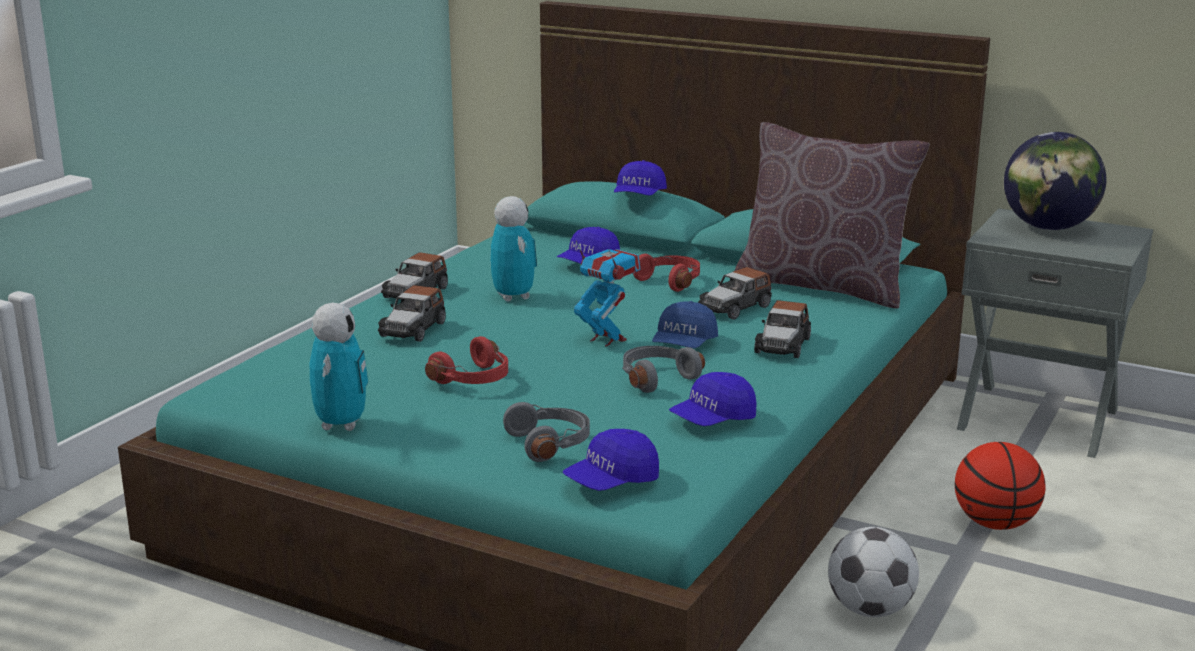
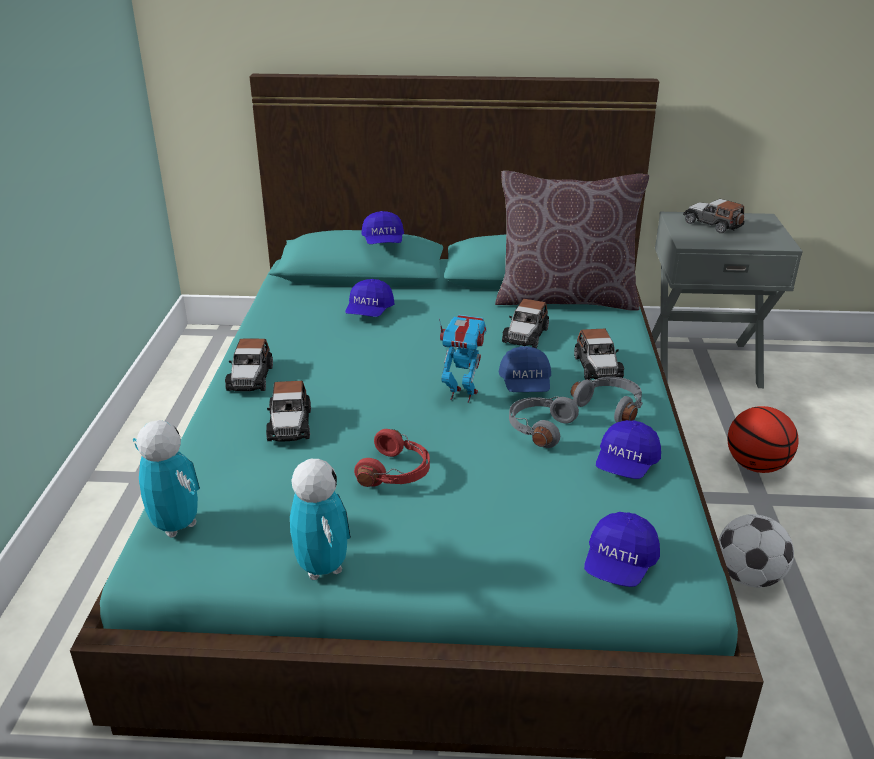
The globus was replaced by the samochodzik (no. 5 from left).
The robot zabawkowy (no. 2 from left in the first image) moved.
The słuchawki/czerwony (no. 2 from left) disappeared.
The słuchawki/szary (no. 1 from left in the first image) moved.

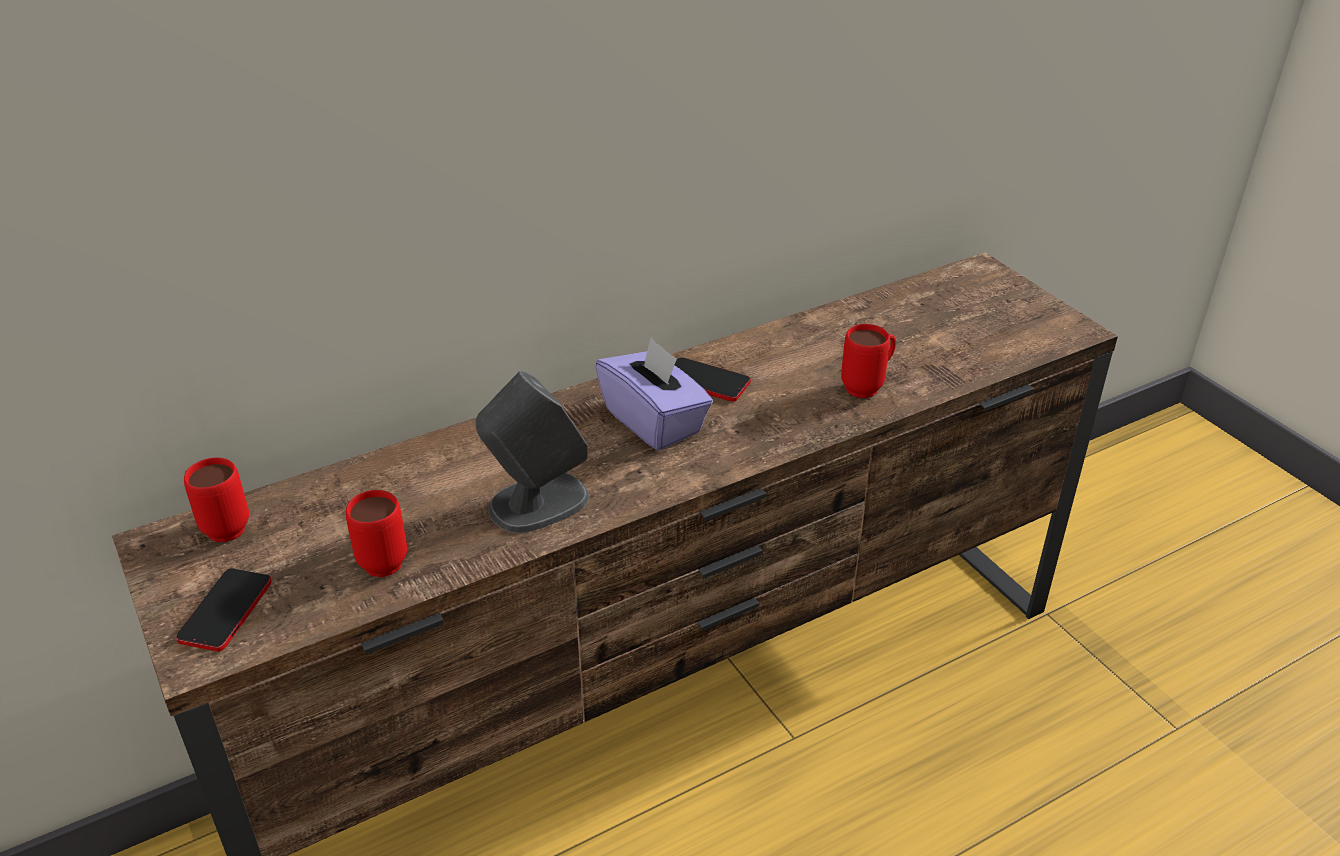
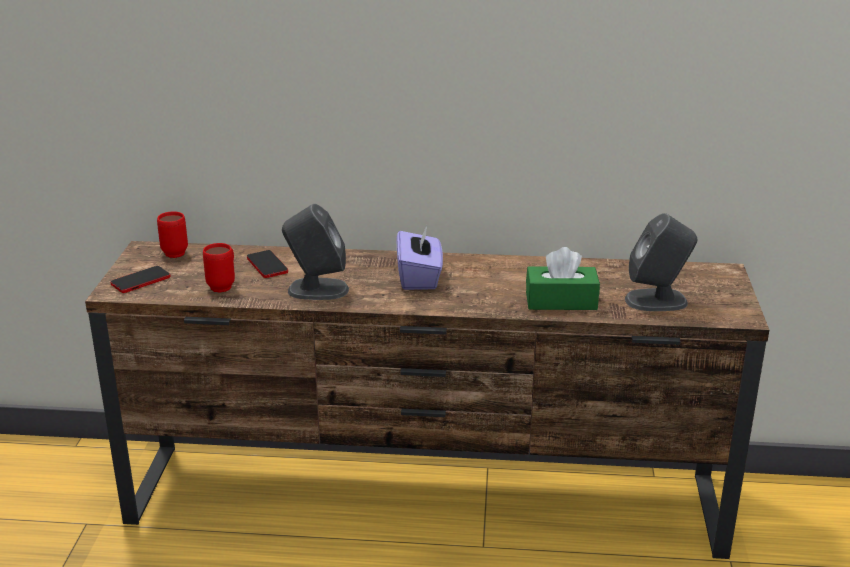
The kubek/czerwony (no. 3 from left) was replaced by the pudełko chusteczek/zielony.
The telefon (no. 2 from left) moved.
The głośnik/szary (no. 2 from left) appeared.

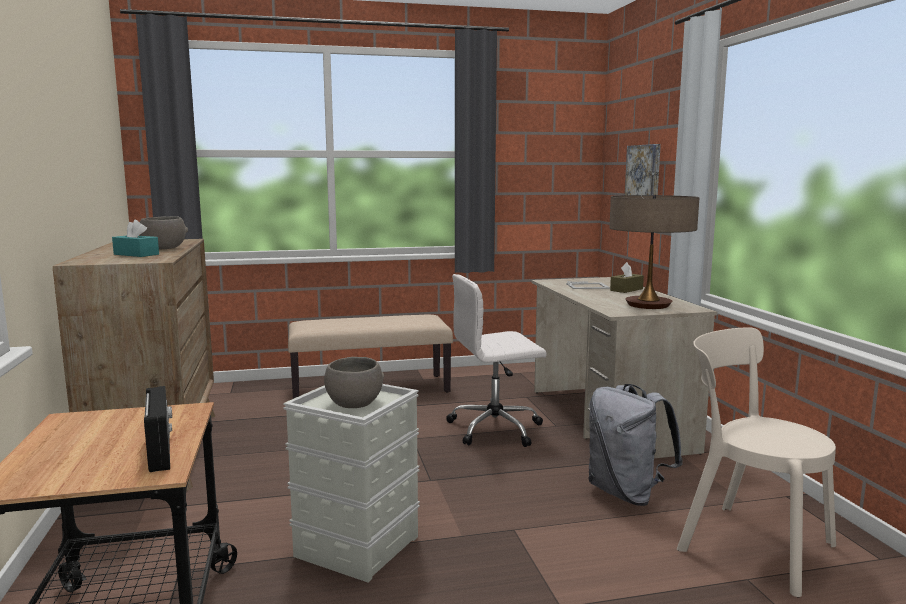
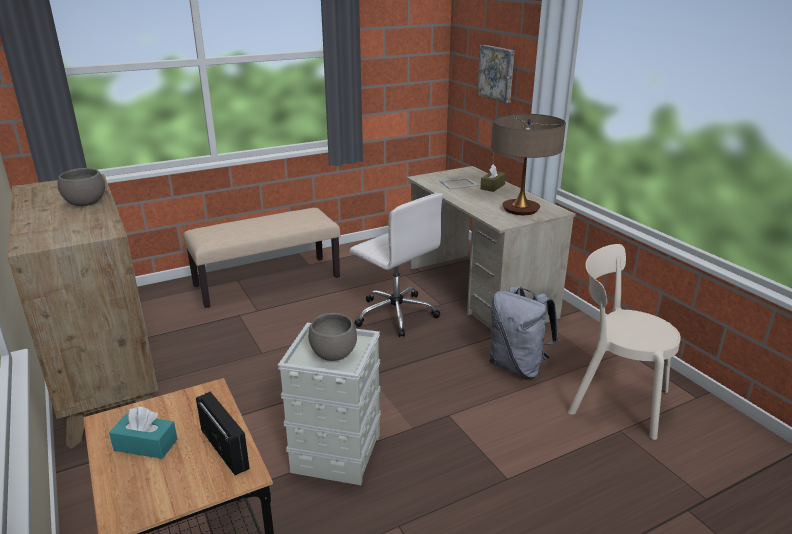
The pudełko chusteczek/turkusowy moved.
The krzesło biurowe/biały turned 105 degrees counterclockwise.

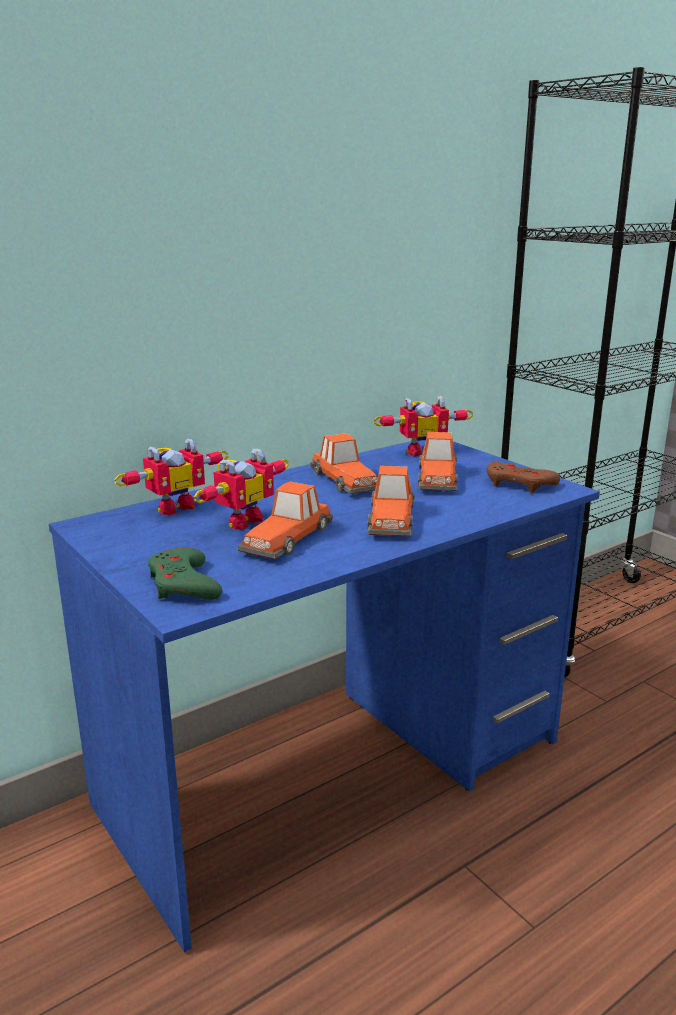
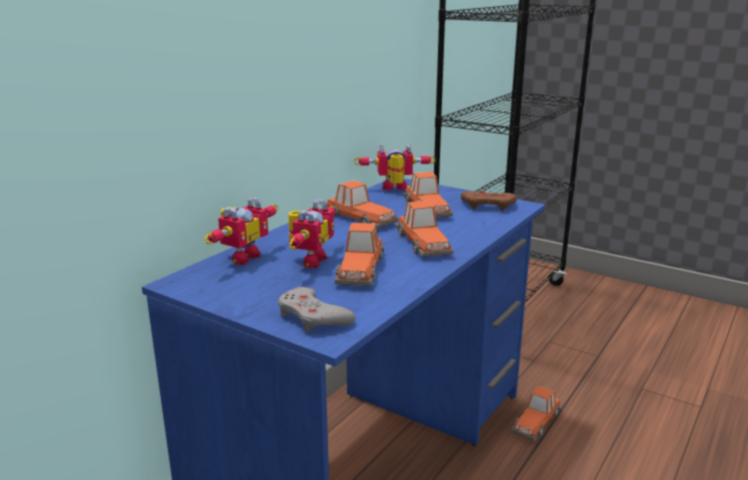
The robot zabawkowy (no. 3 from left) turned 150 degrees counterclockwise.
The pad do gier/zielony became the pad do gier/szary.
The samochodzik (no. 5 from left) appeared.

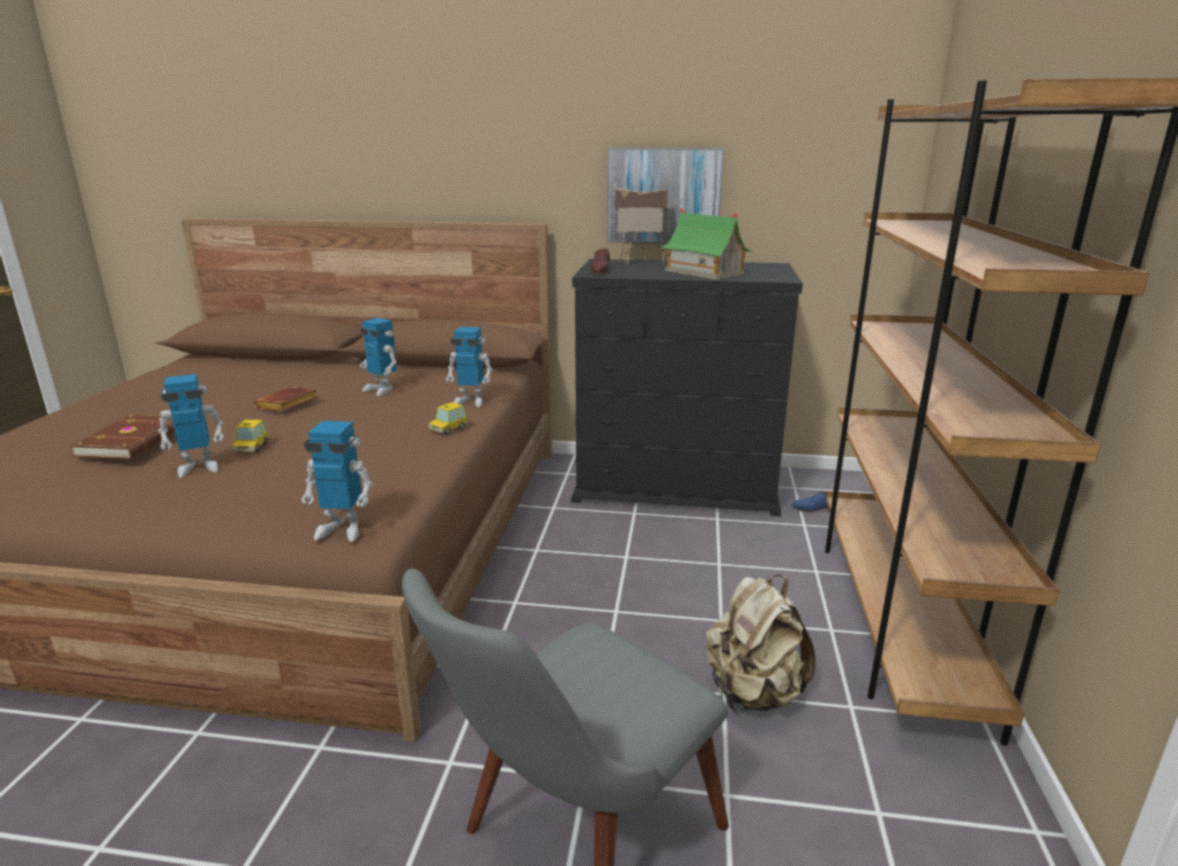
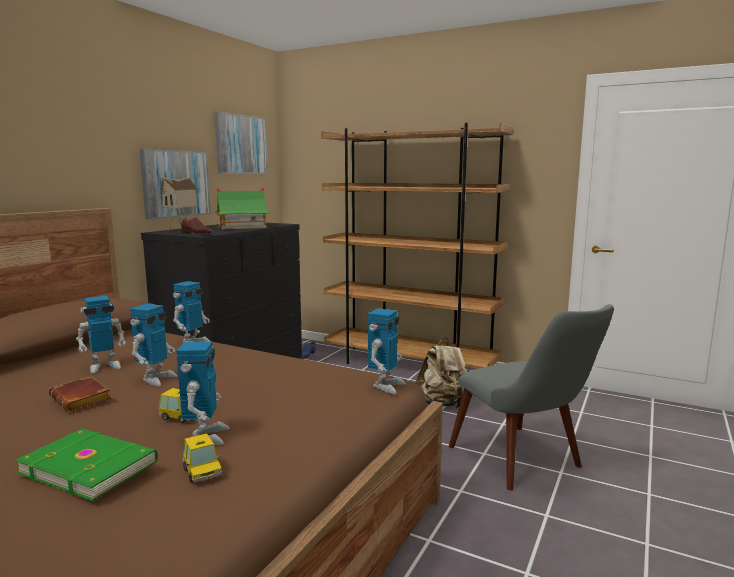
The samochodzik (no. 2 from left) moved.
The książka/brązowy (no. 1 from left) became the książka/zielony.
The obraz (no. 2 from left) appeared.
The robot zabawkowy (no. 2 from left) appeared.

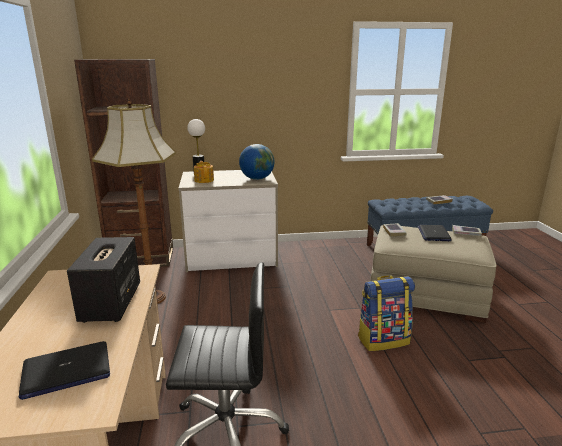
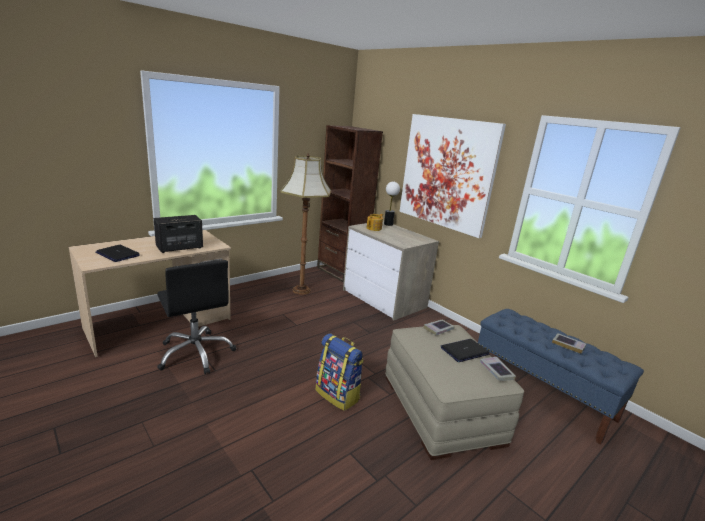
The globus disappeared.
The obraz appeared.

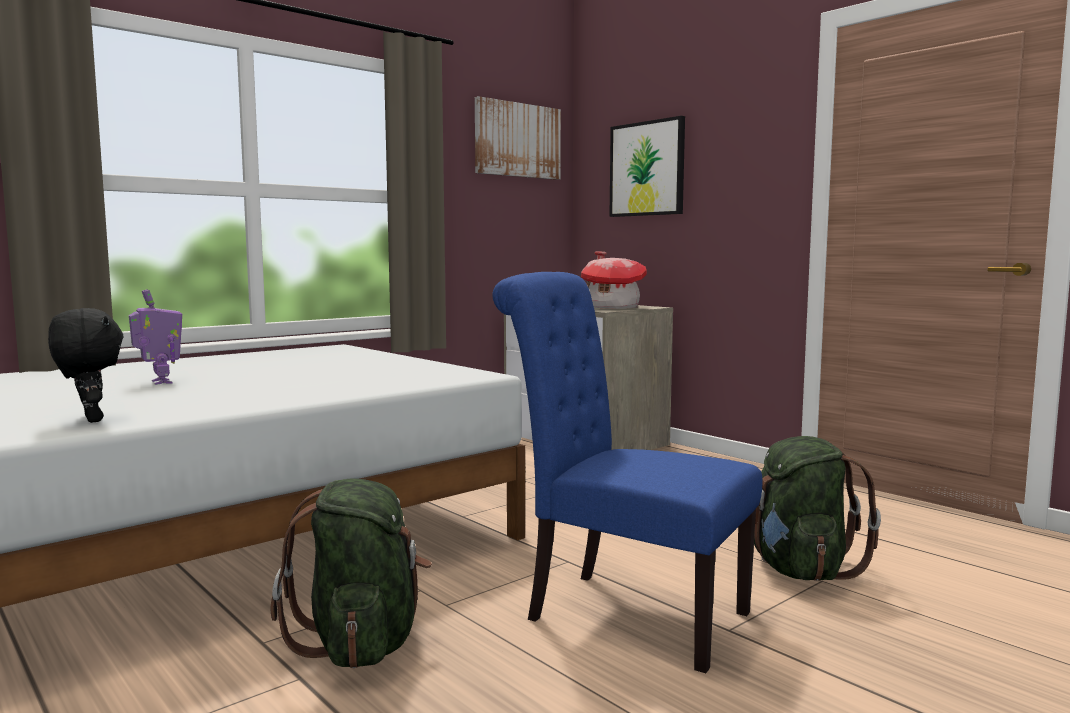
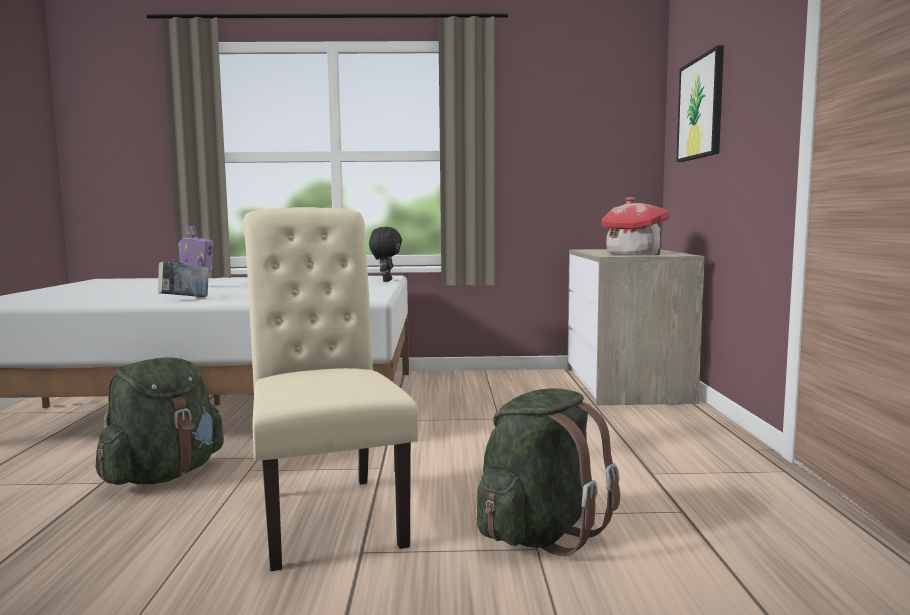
The obraz (no. 1 from left) disappeared.
The krzesło/niebieski became the krzesło/beżowy.
The pluszak/czarny moved.
The książka appeared.

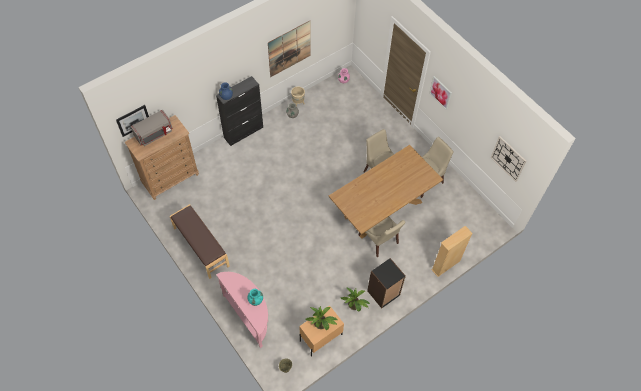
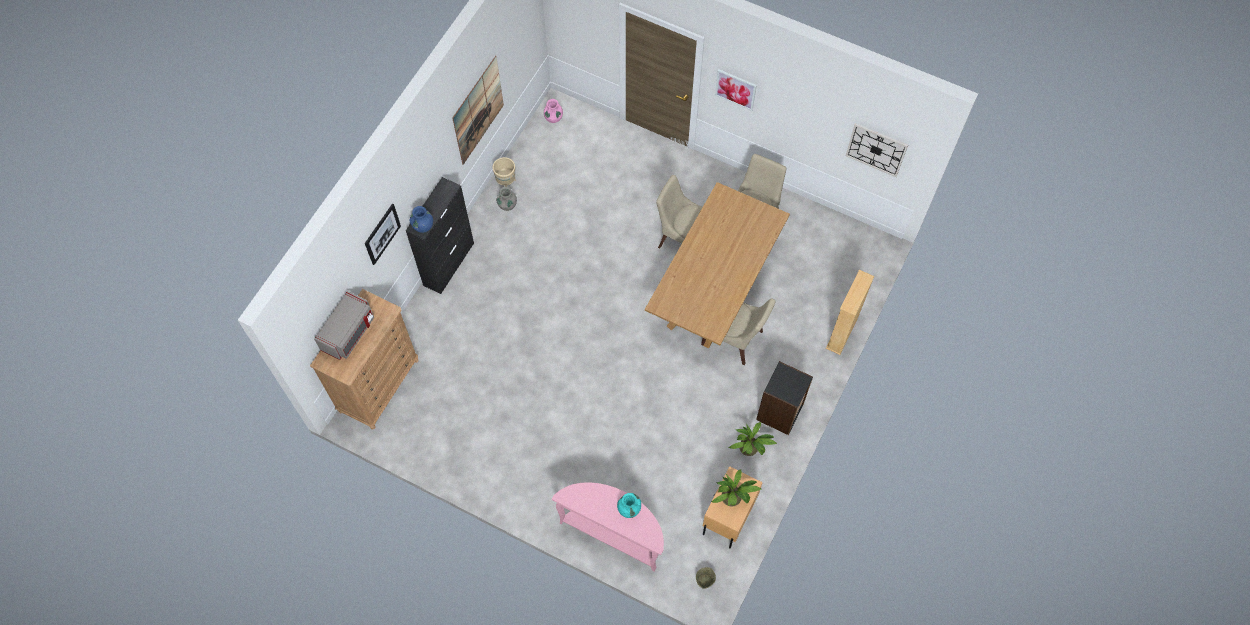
The obraz (no. 1 from left) moved.
The ławka/brązowy disappeared.

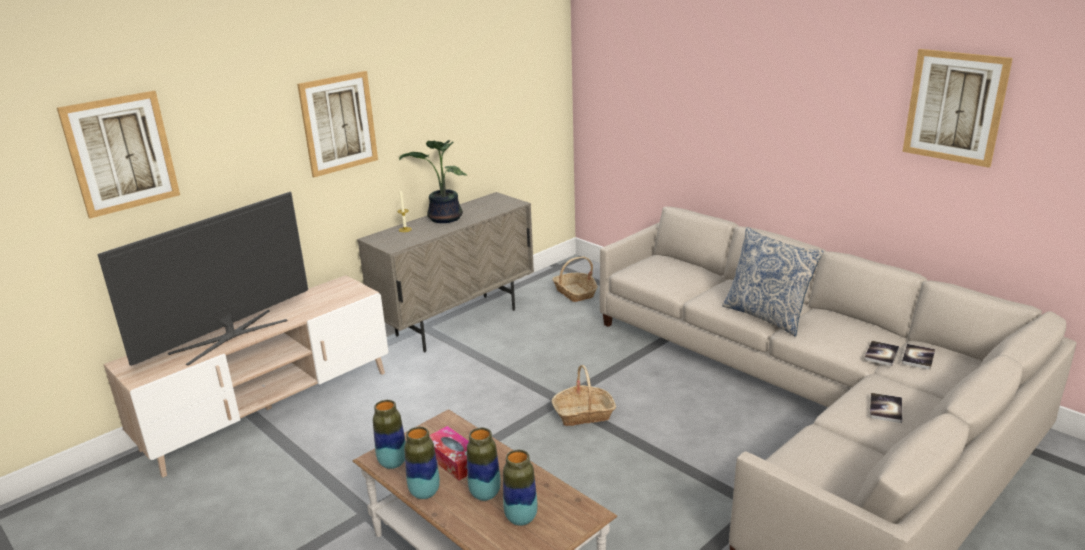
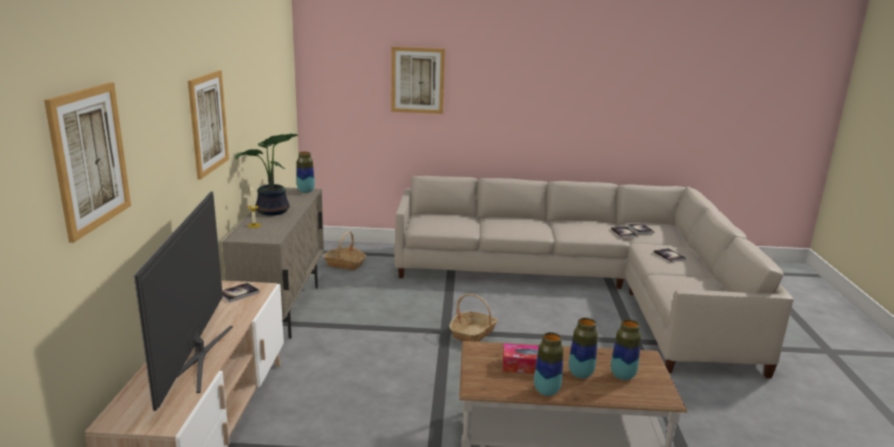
The obraz (no. 3 from left) moved.
The poduszka disappeared.
The wazon (no. 1 from left) moved.
The książka (no. 1 from left) appeared.

